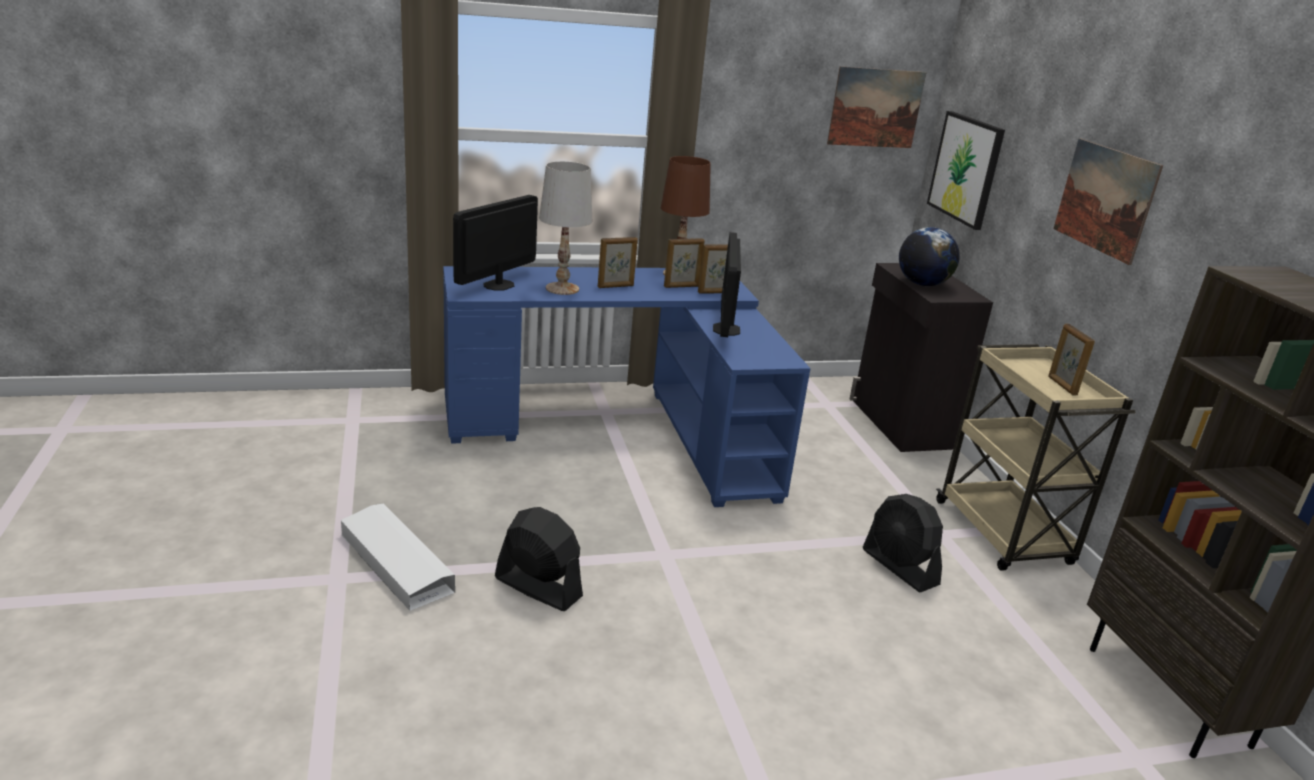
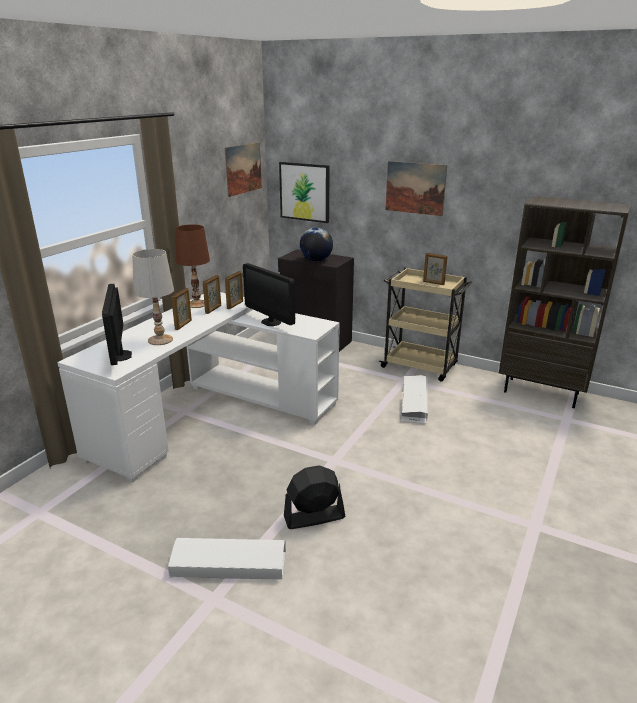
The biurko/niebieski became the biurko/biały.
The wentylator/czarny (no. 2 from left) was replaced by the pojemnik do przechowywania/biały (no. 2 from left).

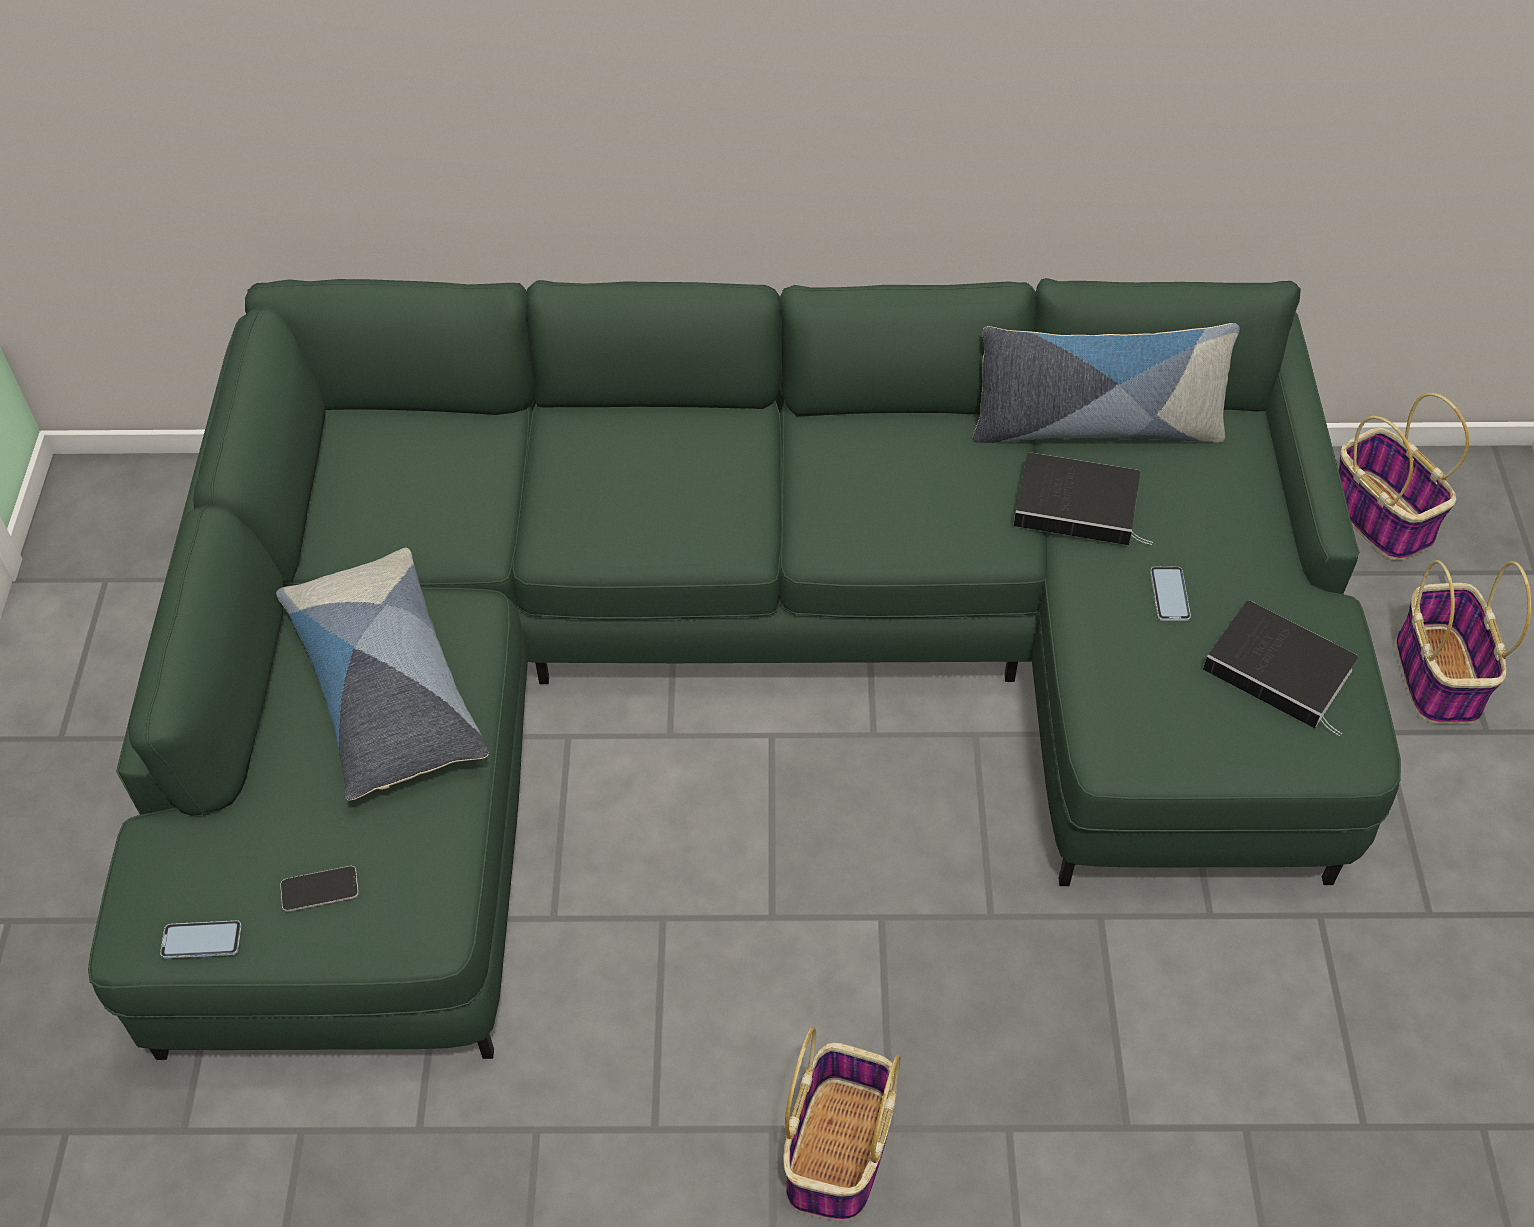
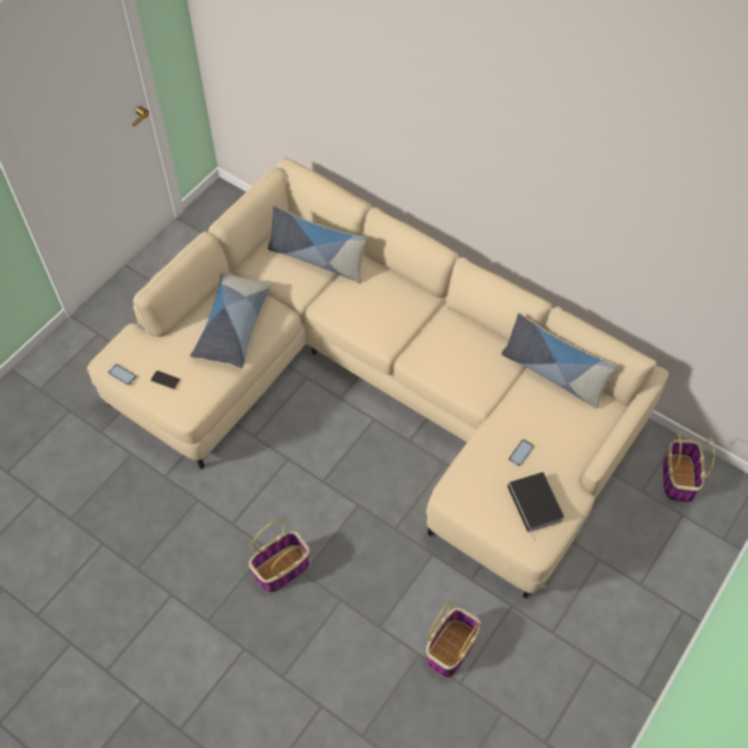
The kanapa/zielony became the kanapa/beżowy.
The książka (no. 1 from left) disappeared.
The koszyk (no. 3 from left in the first image) moved.
The poduszka (no. 2 from left) appeared.

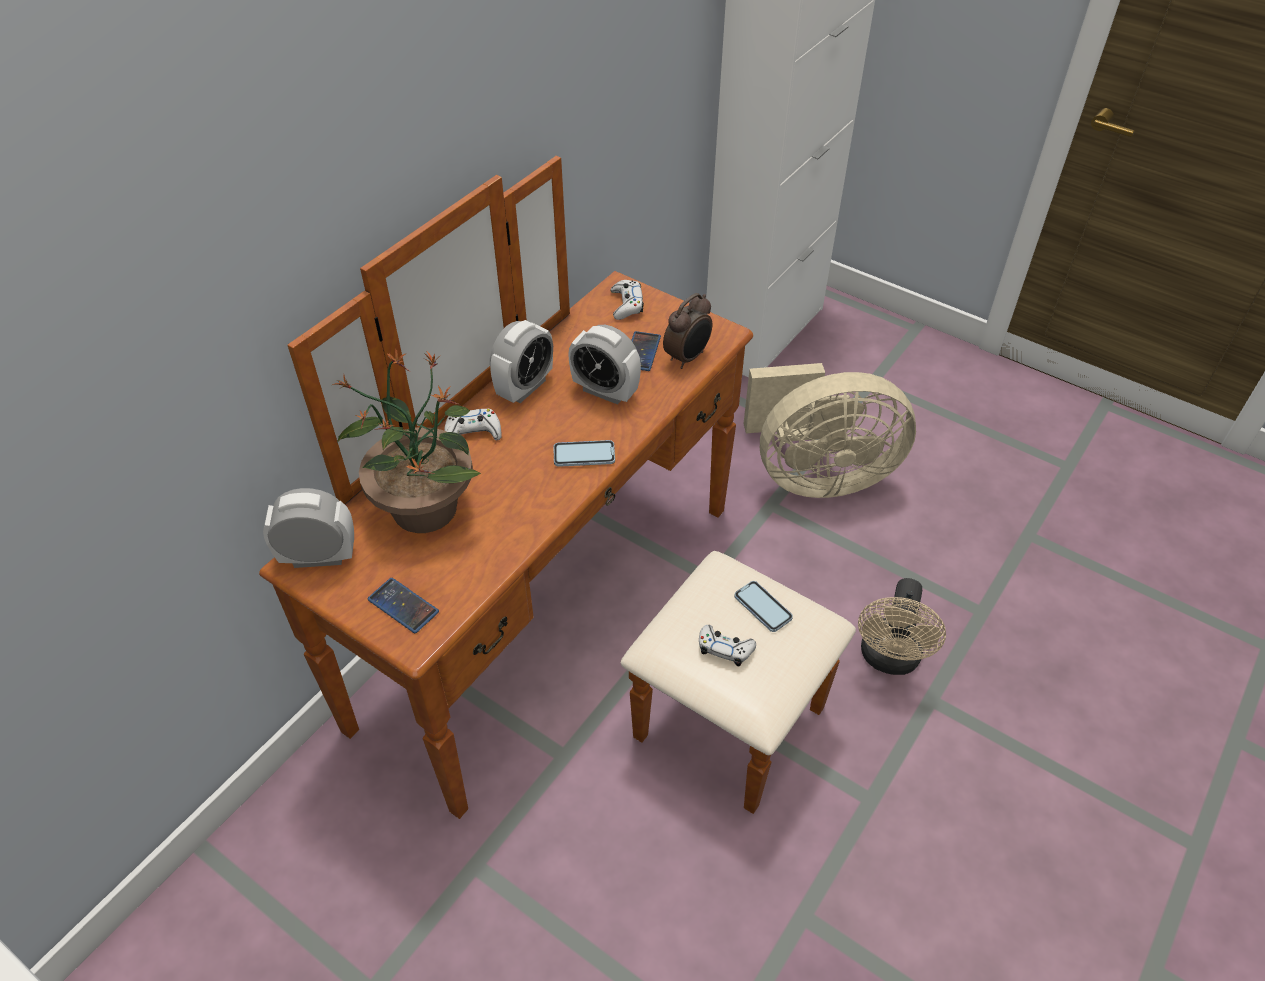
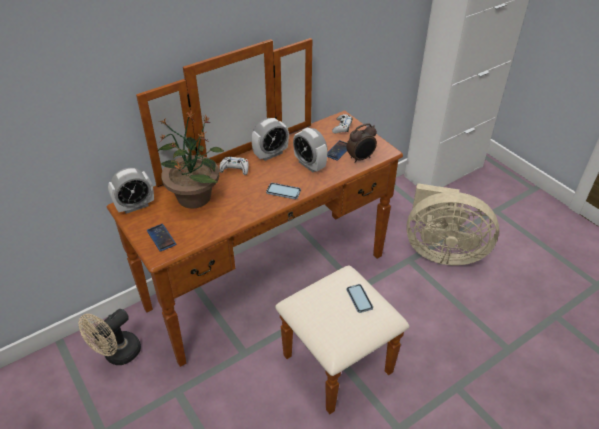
The budzik (no. 1 from left) turned 135 degrees clockwise.
The wentylator/beżowy (no. 2 from left in the first image) moved.
The pad do gier/biały (no. 3 from left) disappeared.

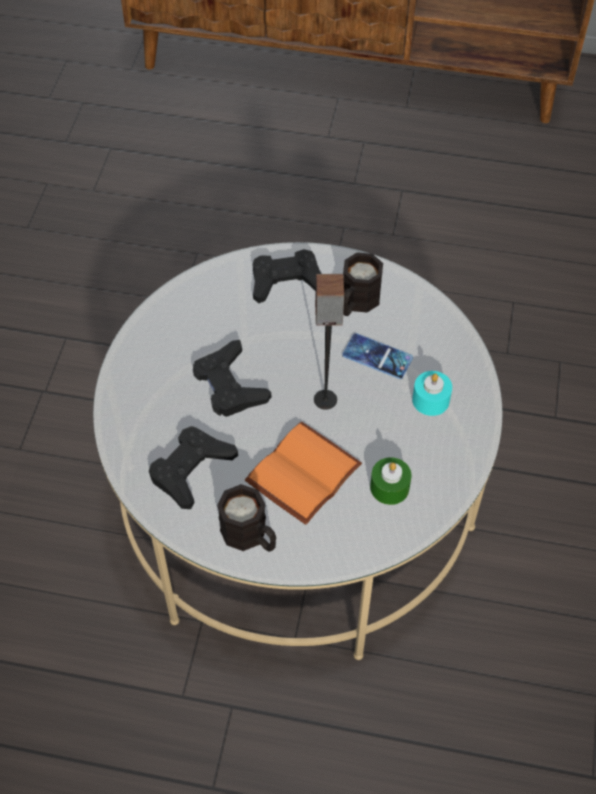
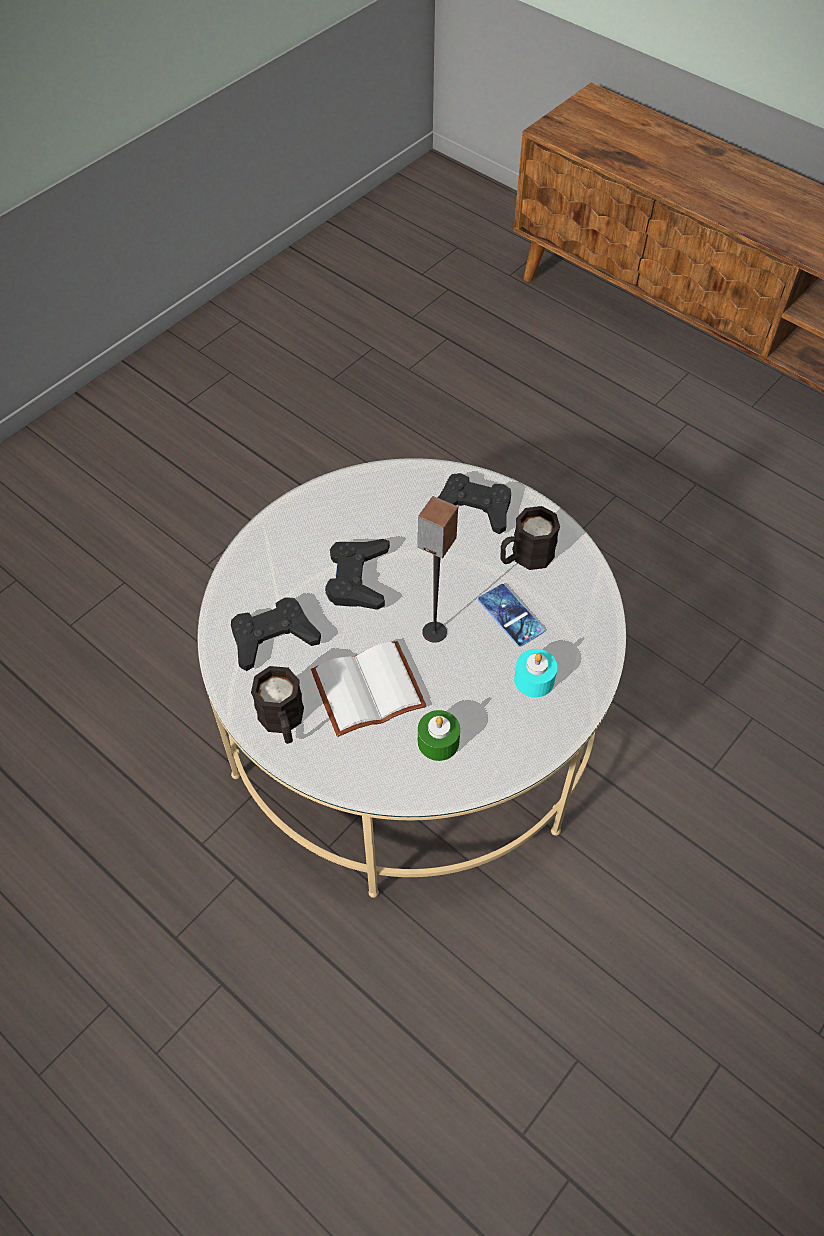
The książka/pomarańczowy became the książka/biały.

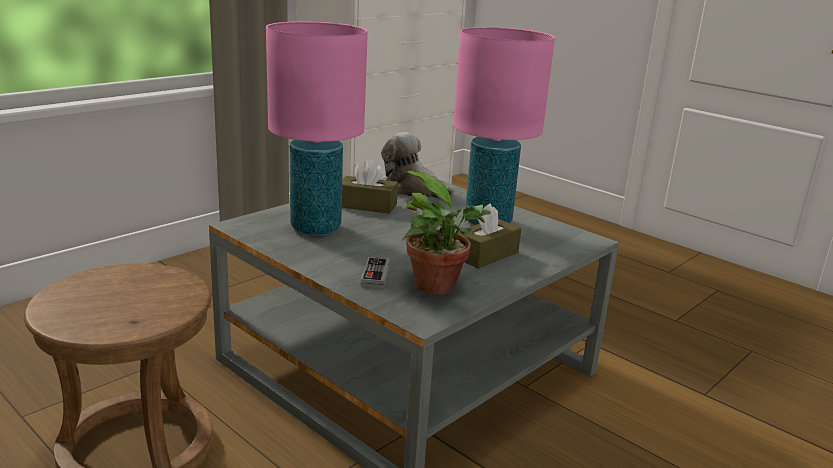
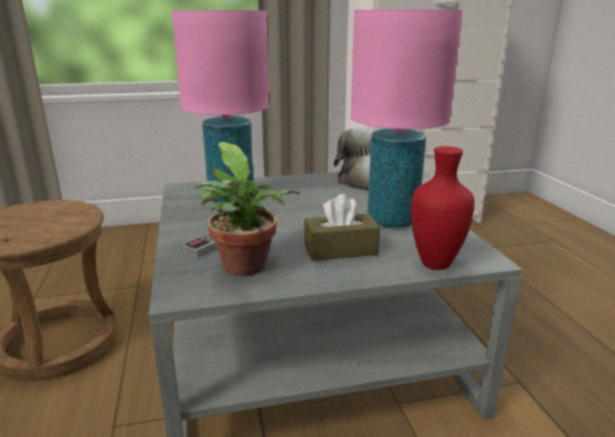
The pudełko chusteczek/brązowy (no. 1 from left) disappeared.
The wazon/czerwony appeared.

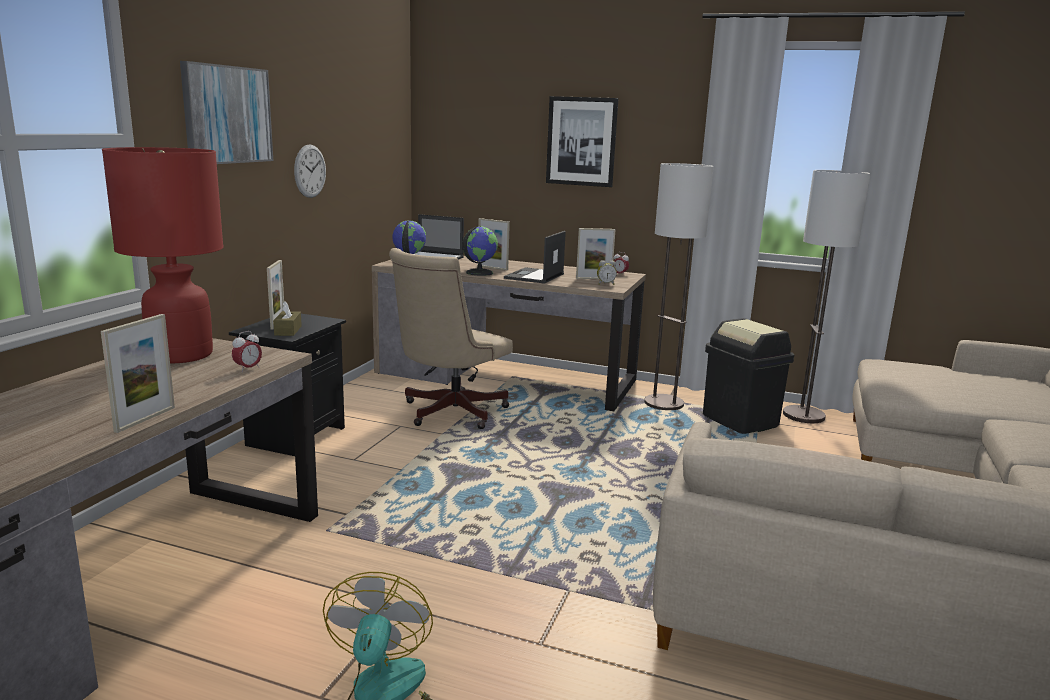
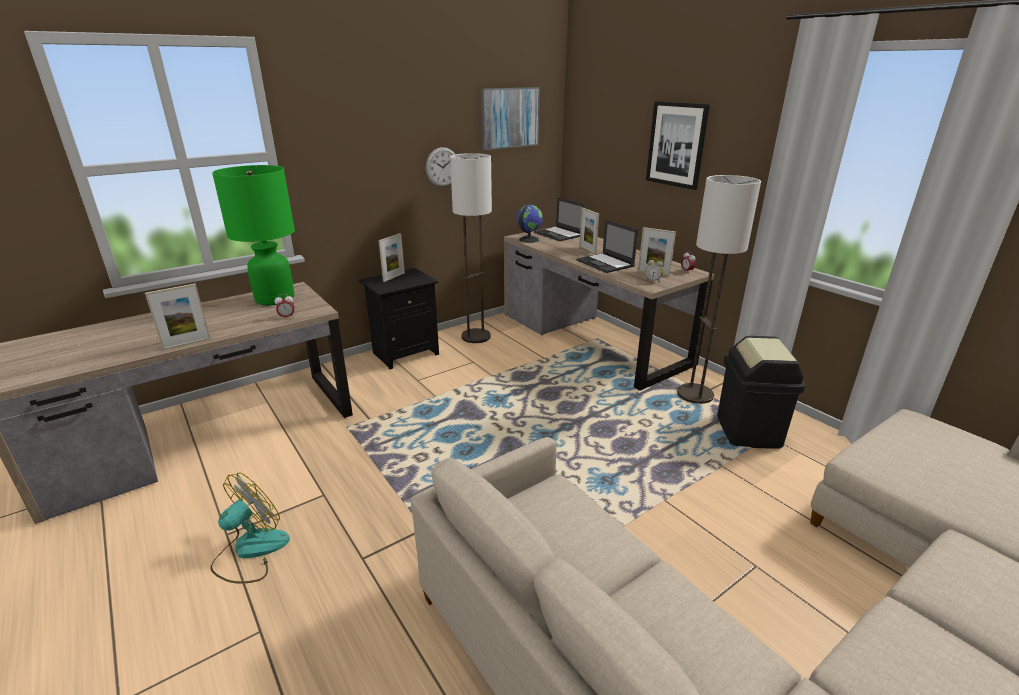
The obraz (no. 1 from left) moved.
The lampa stołowa/czerwony became the lampa stołowa/zielony.
The lampa stojąca (no. 2 from left in the first image) moved.
The globus (no. 2 from left) disappeared.
The laptop (no. 2 from left) turned 90 degrees counterclockwise.
The krzesło biurowe/beżowy disappeared.
The pudełko chusteczek/brązowy disappeared.

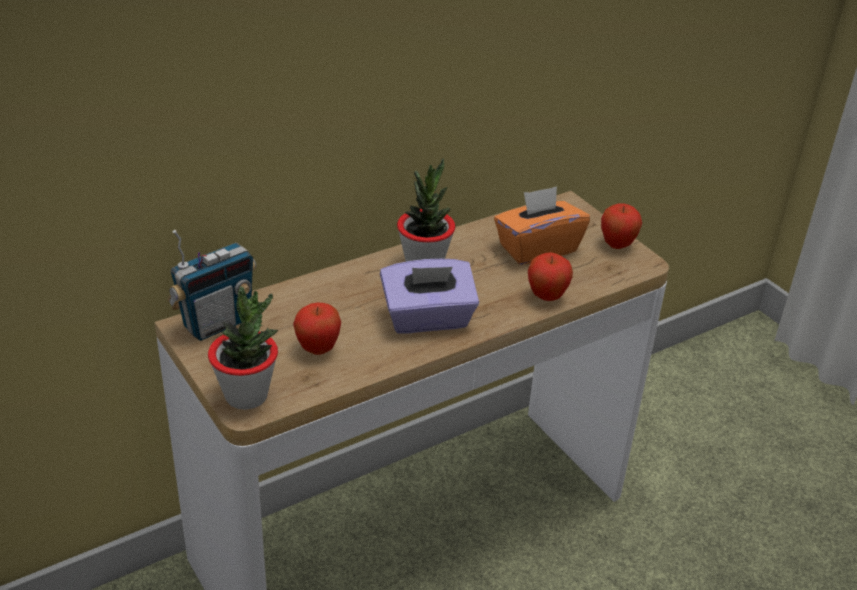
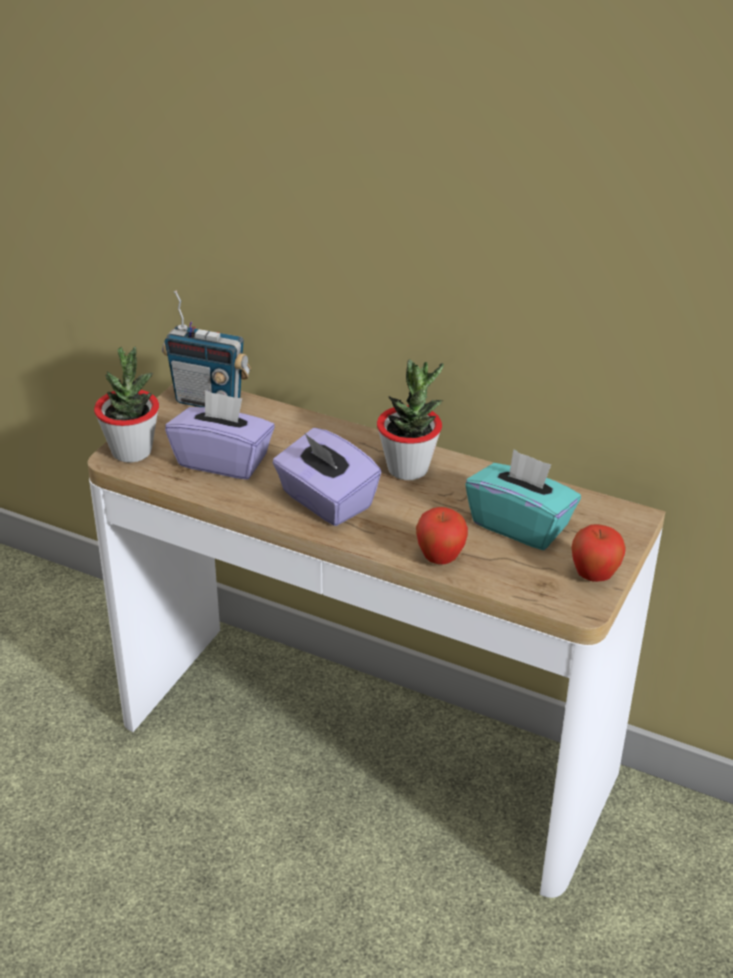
The pudełko chusteczek/pomarańczowy became the pudełko chusteczek/turkusowy.
The jabłko (no. 1 from left) was replaced by the pudełko chusteczek/fioletowy (no. 1 from left).

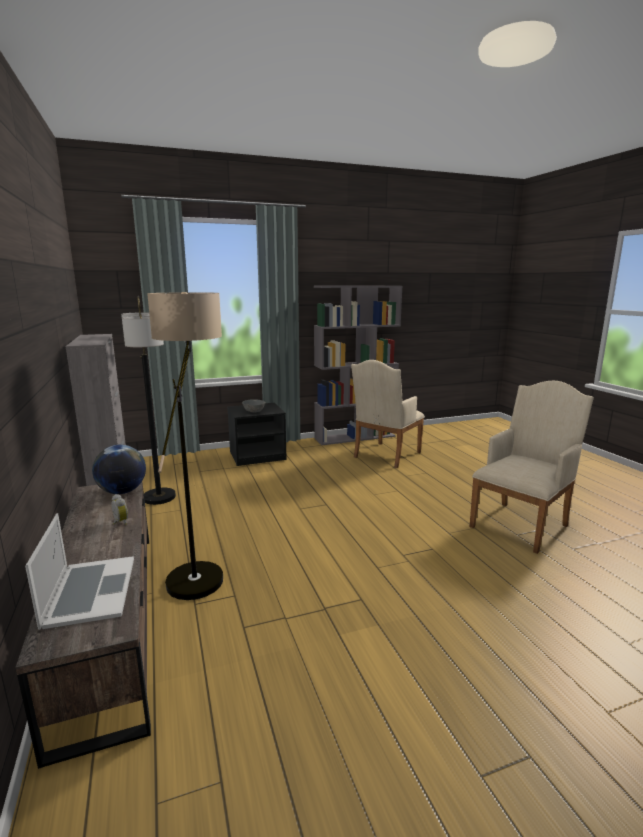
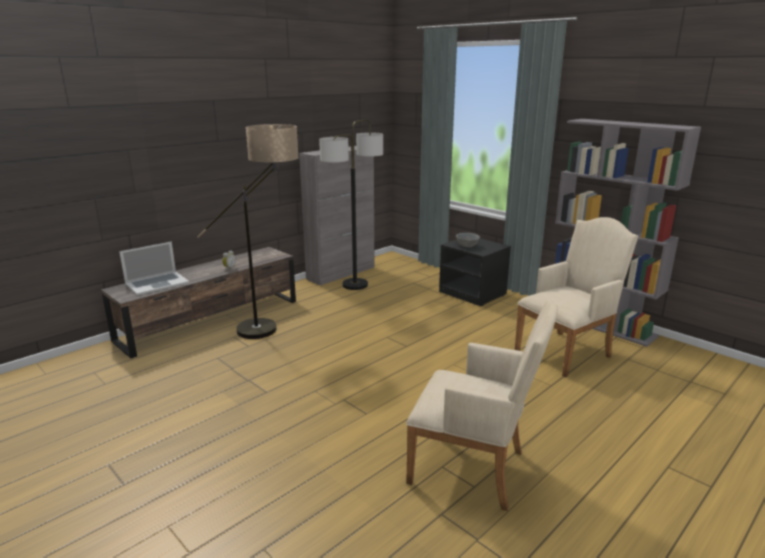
The fotel/beżowy (no. 1 from left in the first image) turned 135 degrees clockwise.
The globus disappeared.

